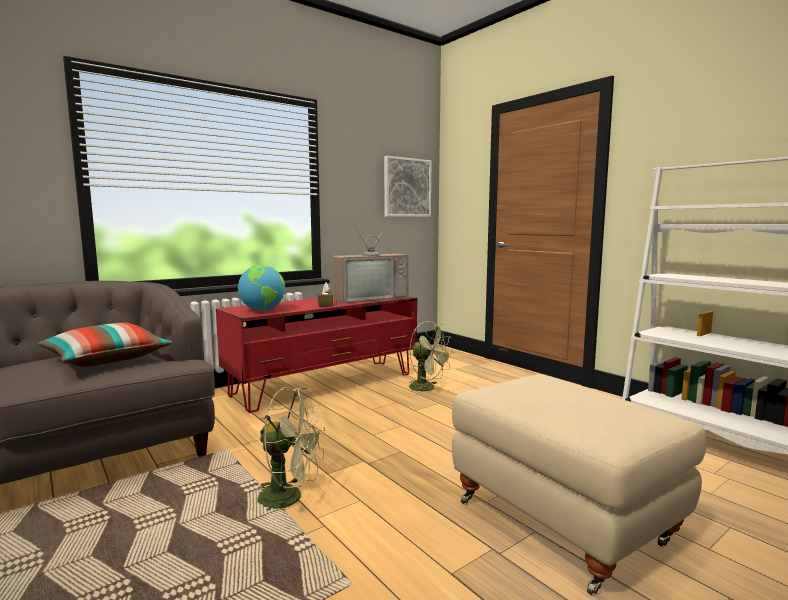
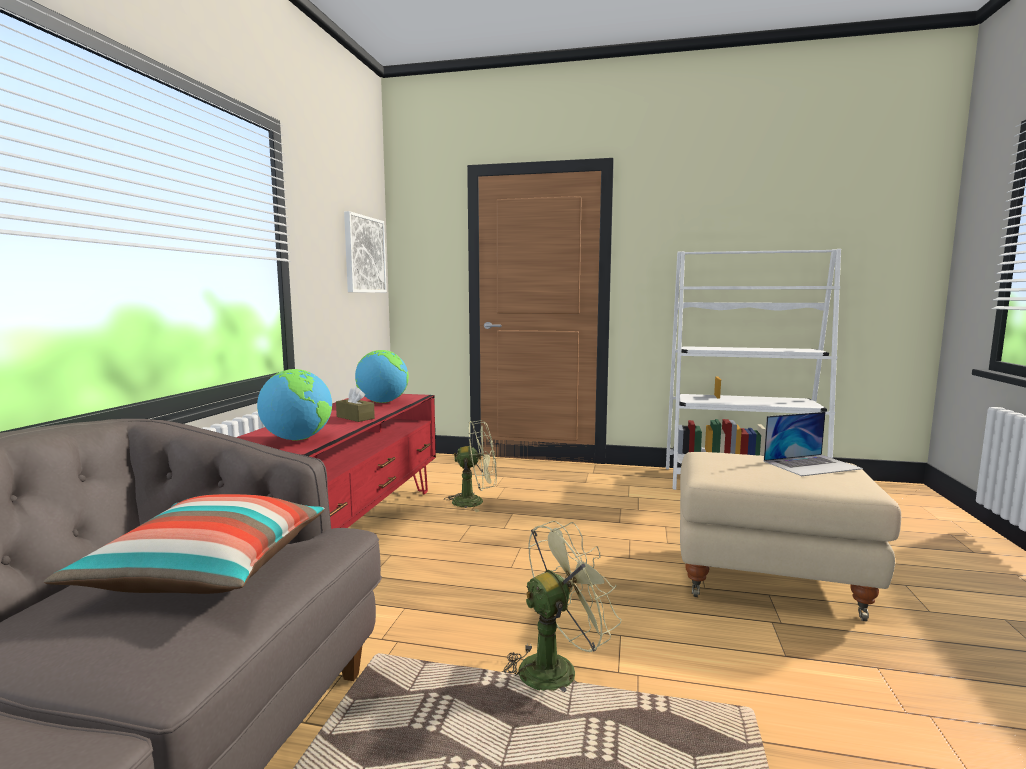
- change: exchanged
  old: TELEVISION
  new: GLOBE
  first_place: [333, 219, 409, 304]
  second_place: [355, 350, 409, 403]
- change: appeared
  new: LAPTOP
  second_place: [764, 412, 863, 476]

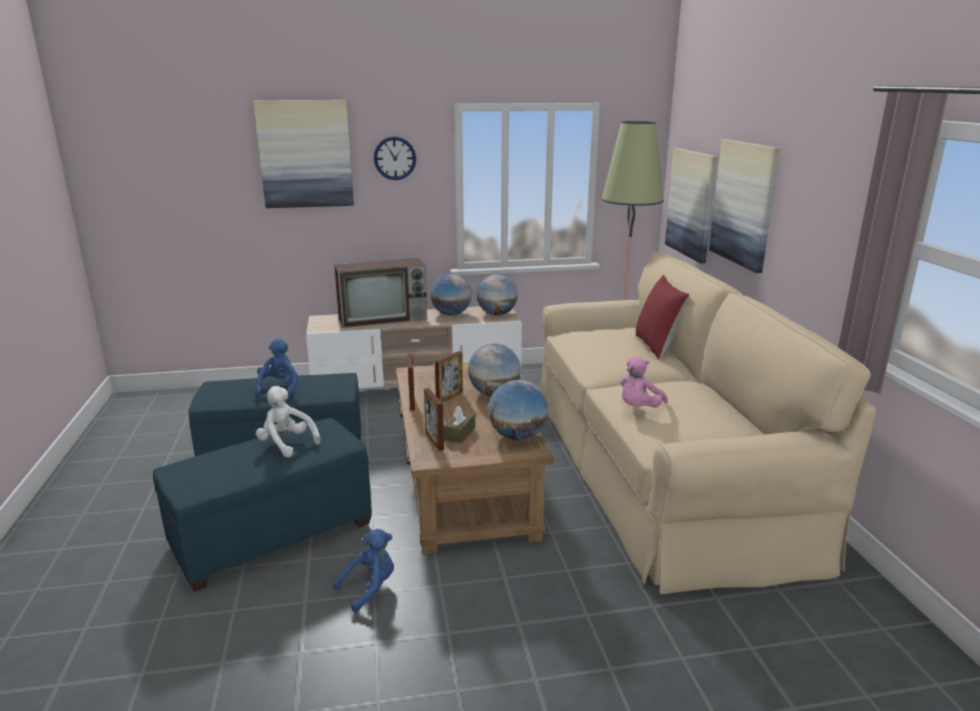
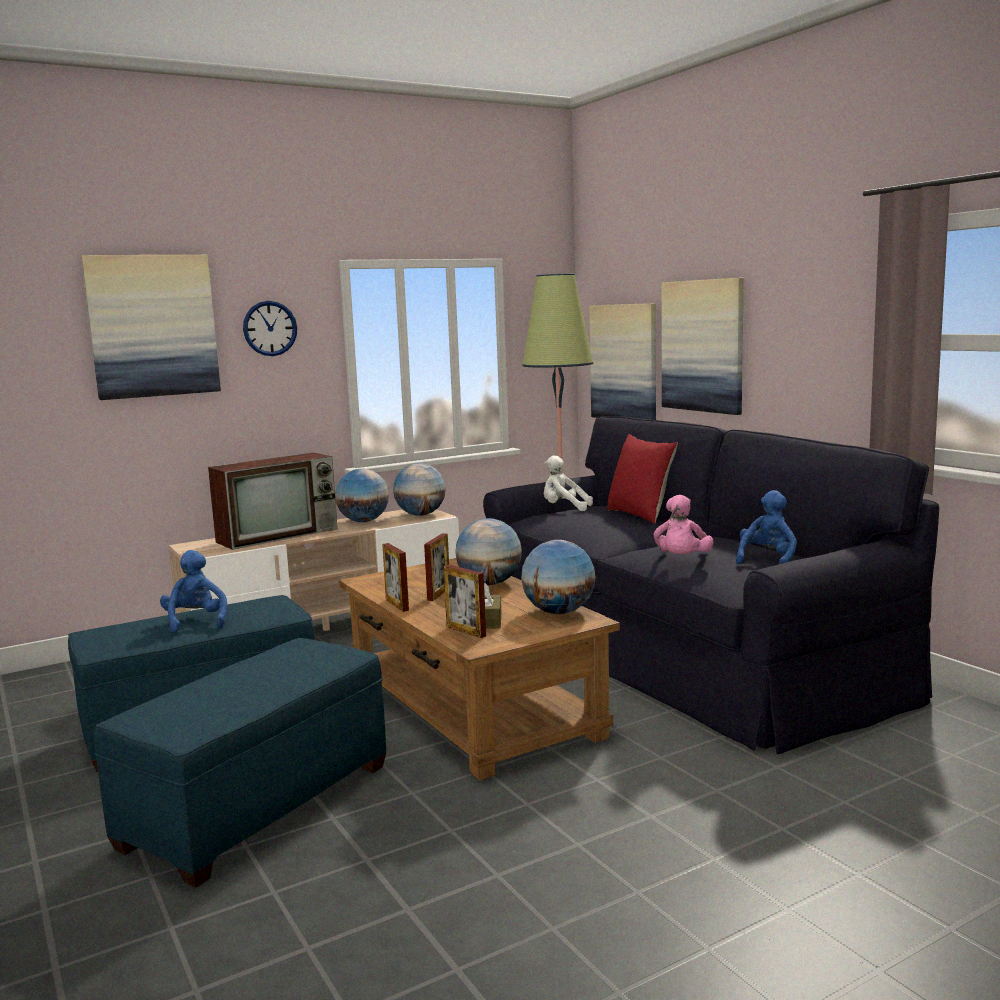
- change: relocated
  old: WHITE PLUSH TOY
  first_place: [256, 386, 320, 457]
  second_place: [544, 455, 593, 511]
- change: relocated
  old: BLUE PLUSH TOY
  first_place: [333, 529, 394, 612]
  second_place: [736, 490, 797, 564]
- change: colour
  old: BEIGE SOFA
  new: BLACK SOFA
  first_place: [539, 251, 876, 594]
  second_place: [483, 416, 939, 754]

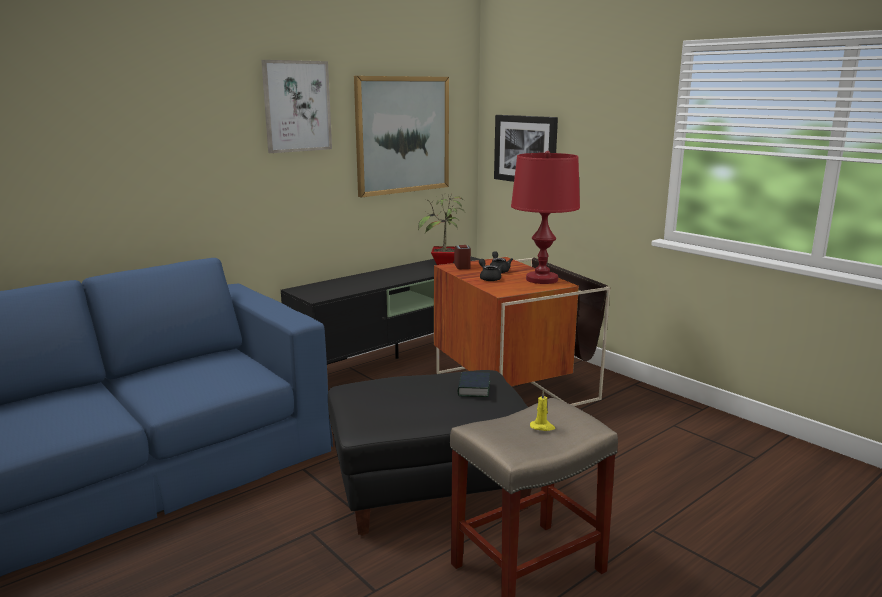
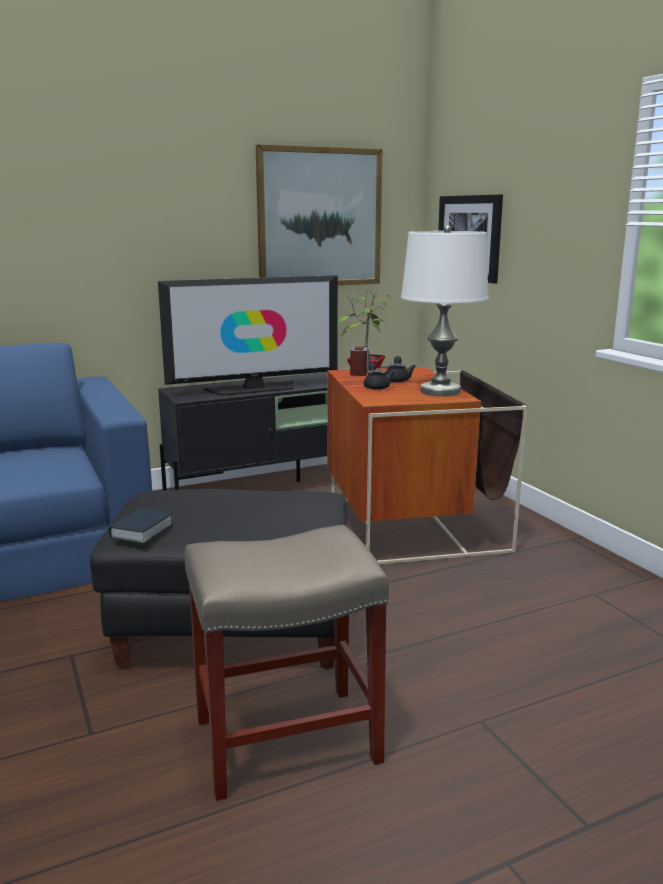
- change: missing
  old: PICTURE
  first_place: [261, 60, 332, 153]
- change: relocated
  old: BOOK
  first_place: [458, 372, 490, 397]
  second_place: [109, 509, 174, 544]
- change: colour
  old: RED TABLE LAMP
  new: WHITE TABLE LAMP
  first_place: [511, 151, 580, 284]
  second_place: [401, 225, 489, 396]
- change: missing
  old: YELLOW CANDLE
  first_place: [530, 390, 555, 431]
- change: appeared
  new: TELEVISION
  second_place: [158, 275, 338, 396]

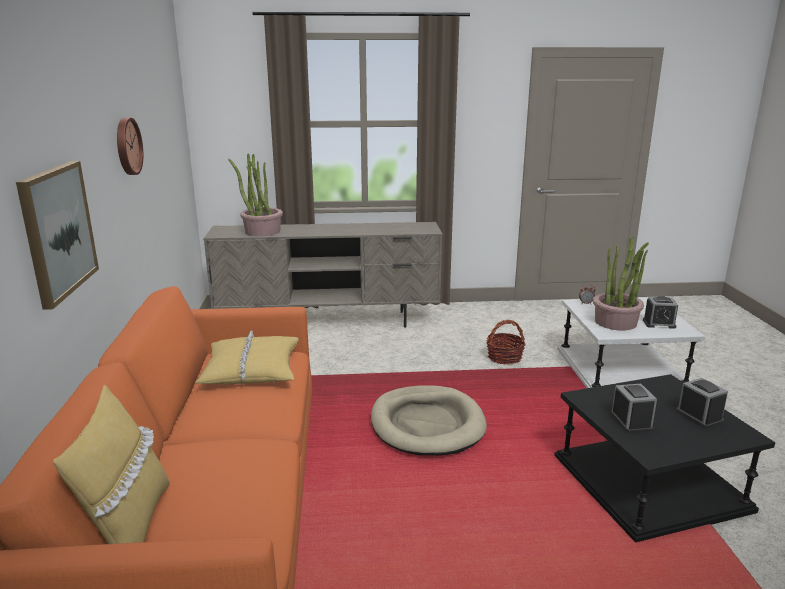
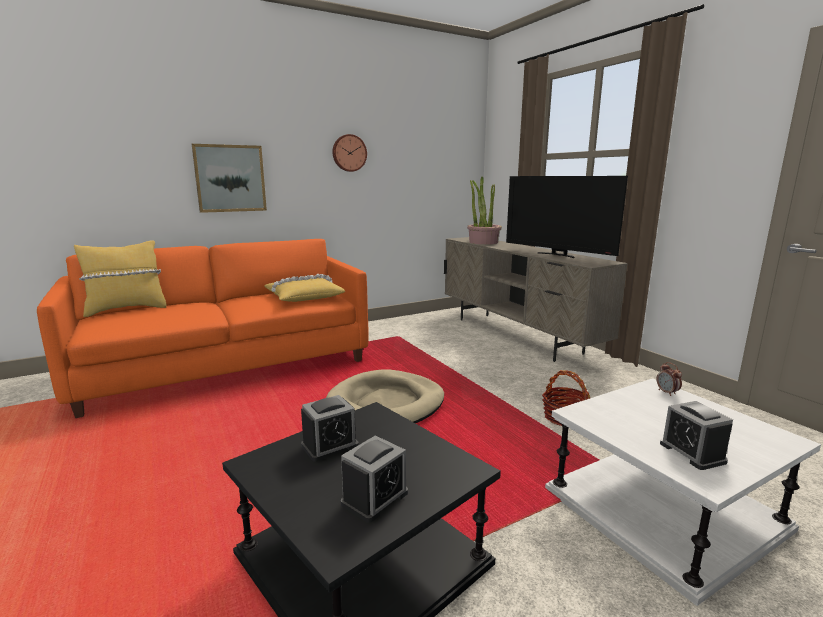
- change: missing
  old: POTTED PLANT
  first_place: [593, 236, 649, 330]
- change: appeared
  new: TELEVISION
  second_place: [506, 176, 628, 258]

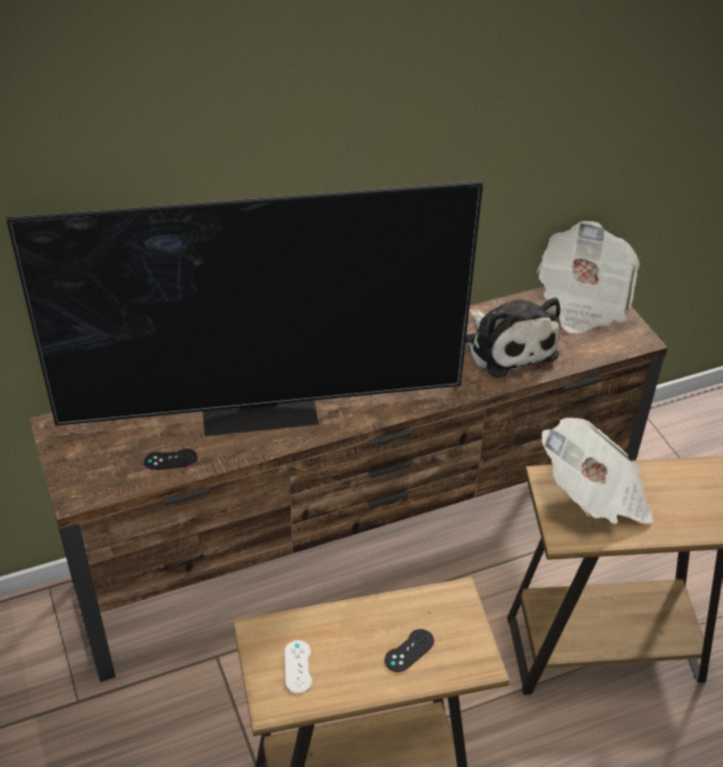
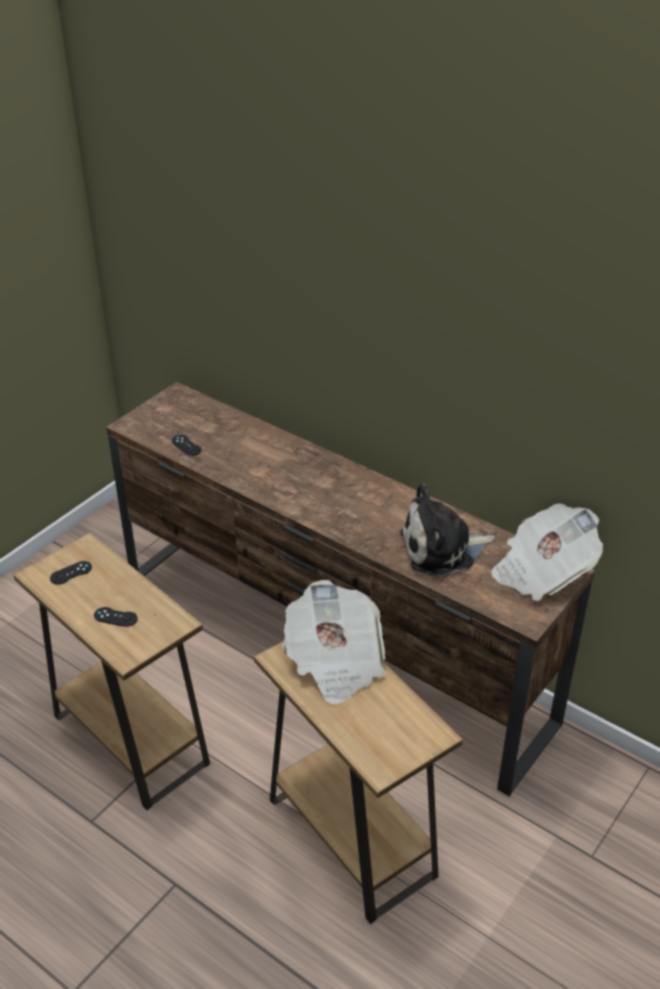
- change: missing
  old: TELEVISION
  first_place: [6, 181, 483, 436]
- change: colour
  old: WHITE GAME CONTROLLER
  new: BLACK GAME CONTROLLER
  first_place: [284, 640, 312, 694]
  second_place: [50, 561, 92, 585]
- change: spun
  old: PLUSH TOY
  first_place: [466, 297, 560, 378]
  second_place: [400, 484, 495, 576]
  degrees: 45

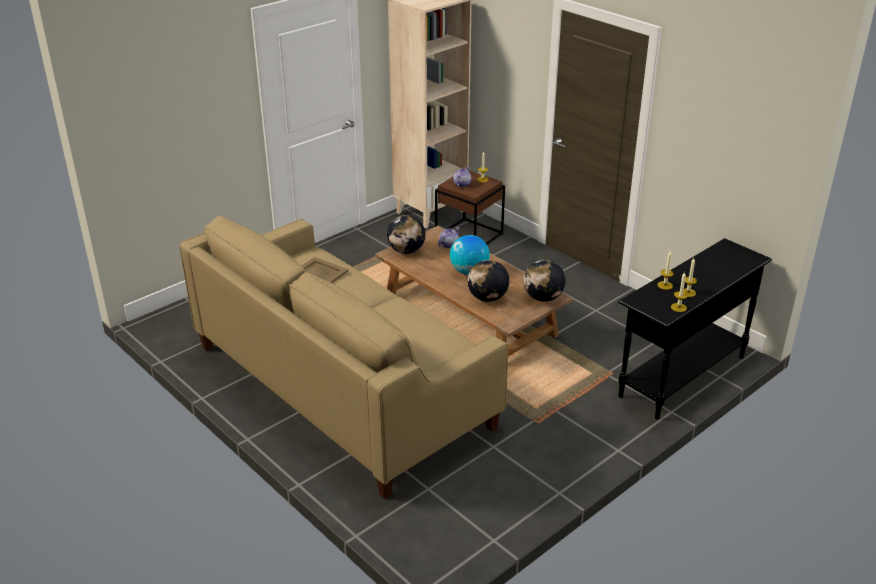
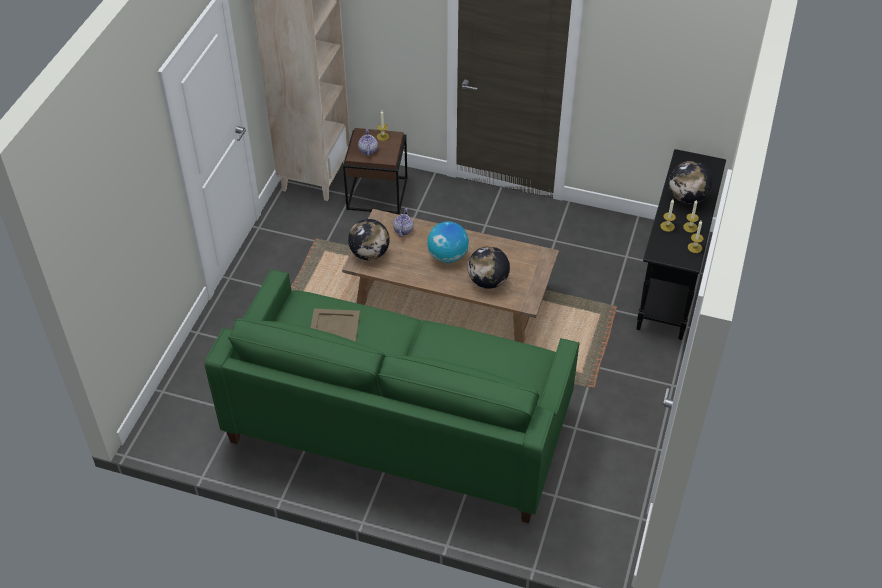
- change: colour
  old: BEIGE SOFA
  new: GREEN SOFA
  first_place: [179, 216, 508, 499]
  second_place: [204, 269, 579, 523]
- change: relocated
  old: GLOBE
  first_place: [523, 260, 566, 302]
  second_place: [669, 161, 713, 204]

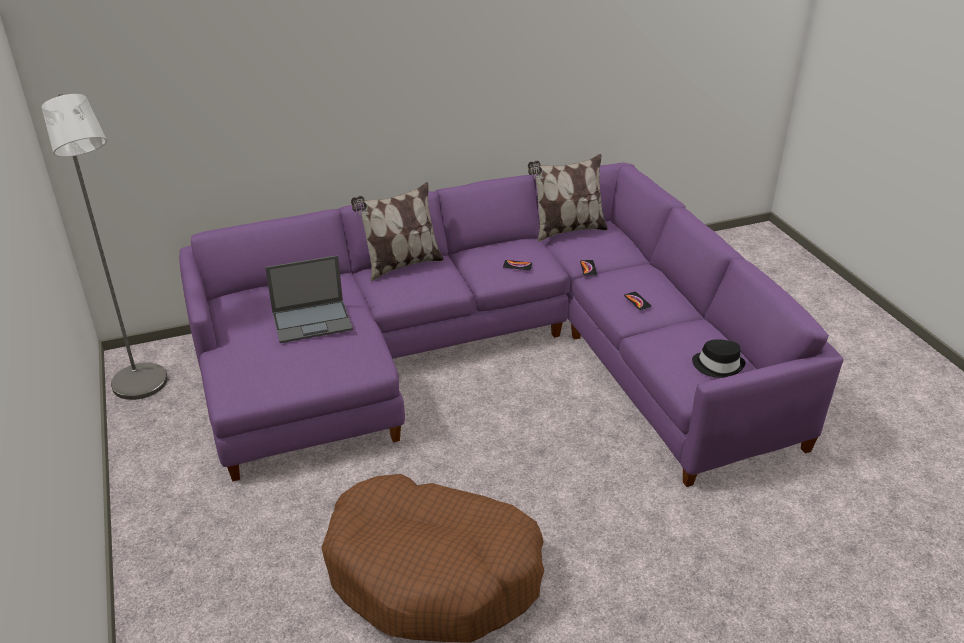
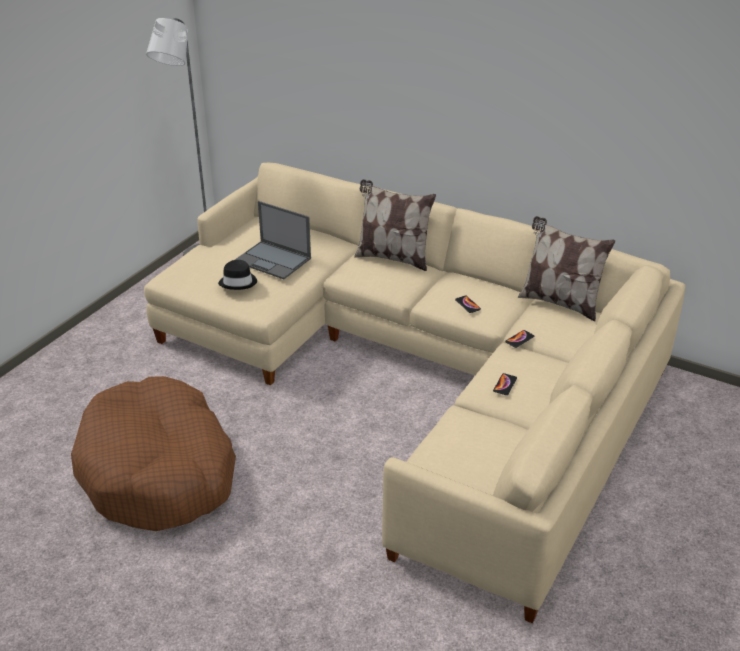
- change: colour
  old: PURPLE SOFA
  new: BEIGE SOFA
  first_place: [179, 162, 844, 487]
  second_place: [144, 163, 686, 624]
- change: relocated
  old: BLACK HAT
  first_place: [692, 339, 746, 378]
  second_place: [218, 260, 257, 290]

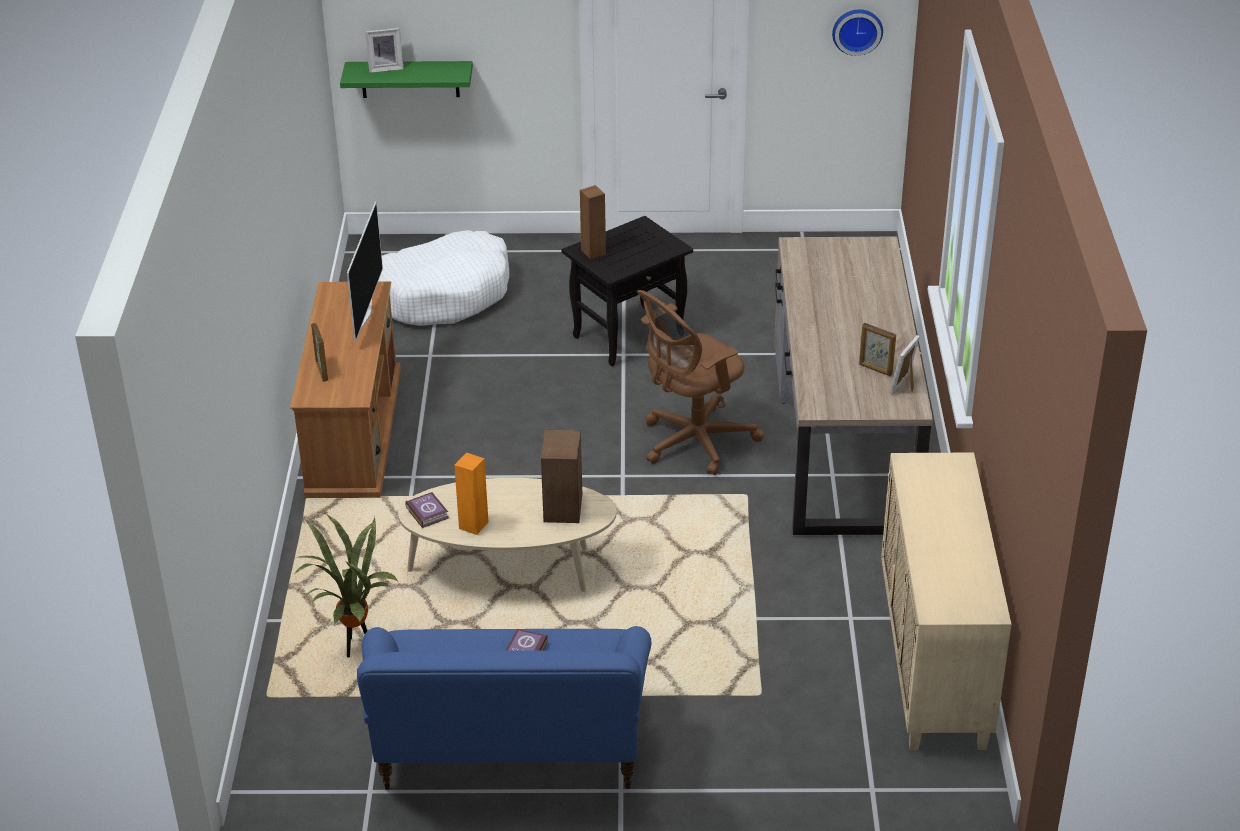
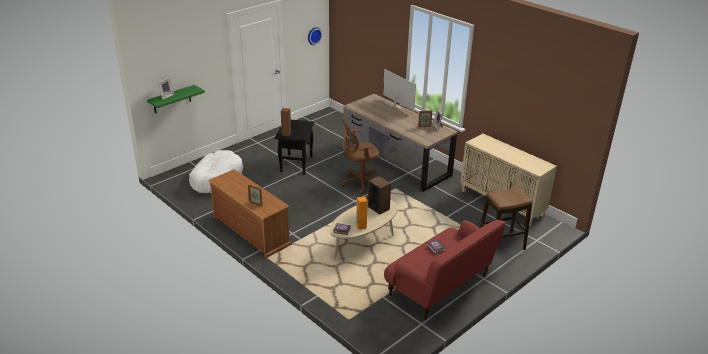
- change: missing
  old: POTTED PLANT
  first_place: [294, 514, 400, 657]
- change: relocated
  old: TELEVISION
  first_place: [347, 201, 383, 342]
  second_place: [383, 69, 416, 111]
- change: colour
  old: BLUE SOFA
  new: RED SOFA
  first_place: [357, 626, 651, 790]
  second_place: [384, 220, 506, 320]
- change: spun
  old: BROWN OFFICE CHAIR
  first_place: [637, 290, 765, 475]
  second_place: [340, 119, 379, 194]
  degrees: 60
- change: appeared
  new: STOOL
  second_place: [480, 187, 532, 250]

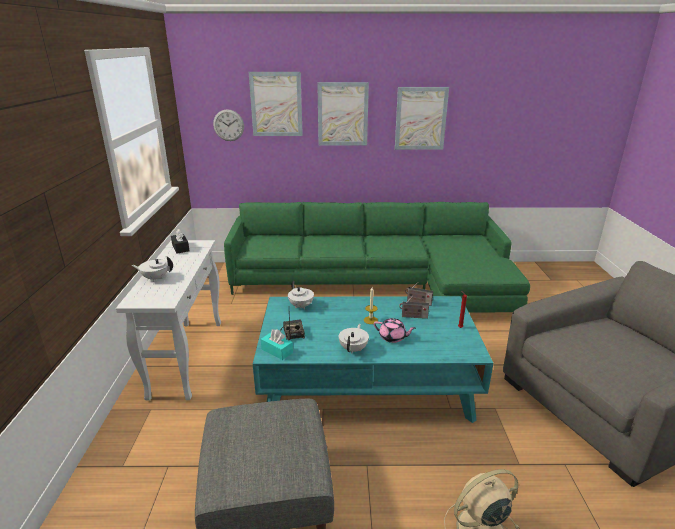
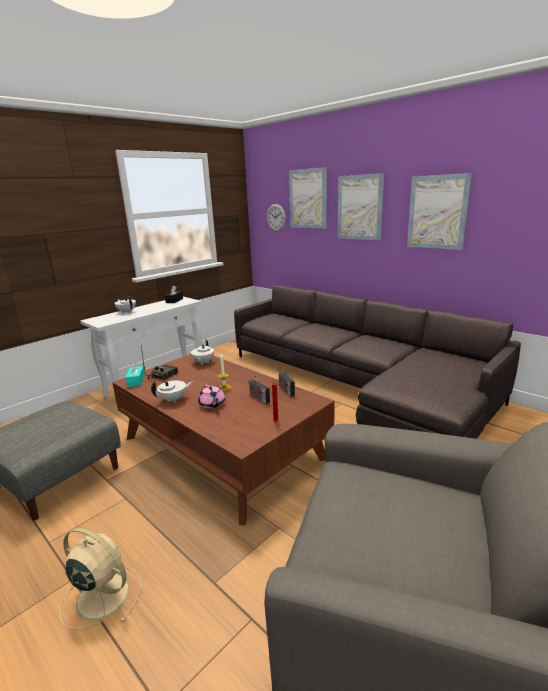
- change: colour
  old: GREEN SOFA
  new: GREY SOFA
  first_place: [224, 202, 530, 313]
  second_place: [234, 285, 521, 439]
- change: colour
  old: TURQUOISE COFFEE TABLE
  new: BROWN COFFEE TABLE
  first_place: [253, 296, 493, 423]
  second_place: [112, 354, 335, 525]

